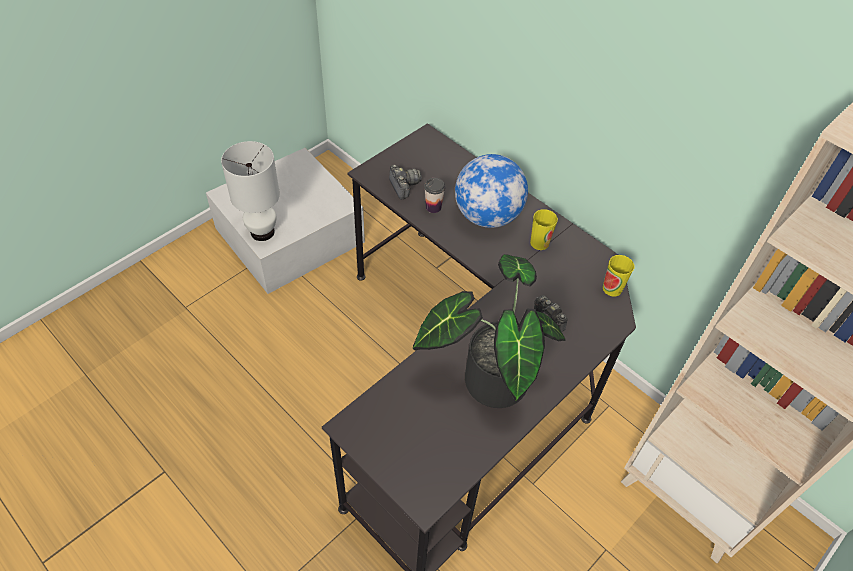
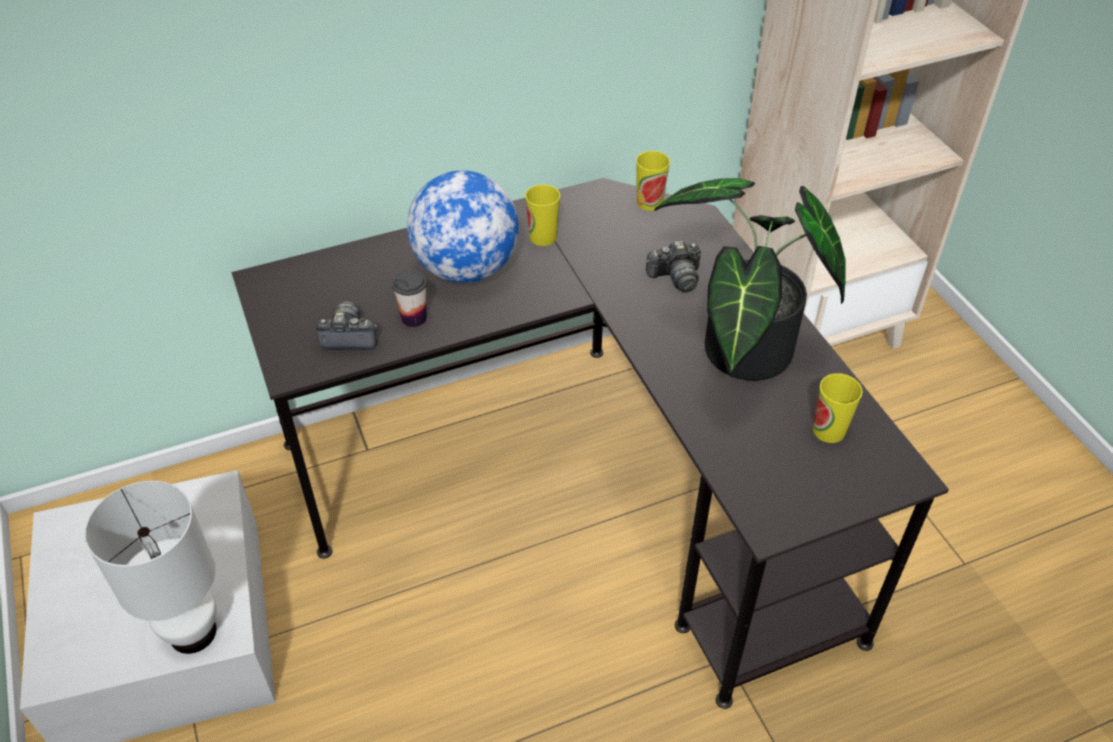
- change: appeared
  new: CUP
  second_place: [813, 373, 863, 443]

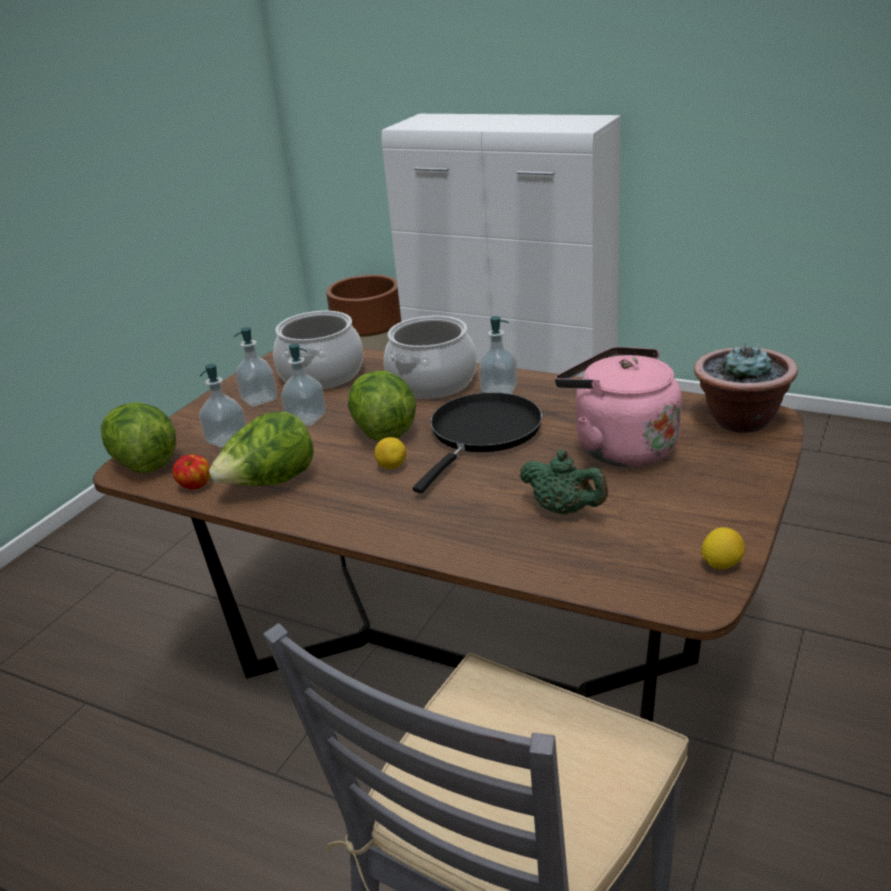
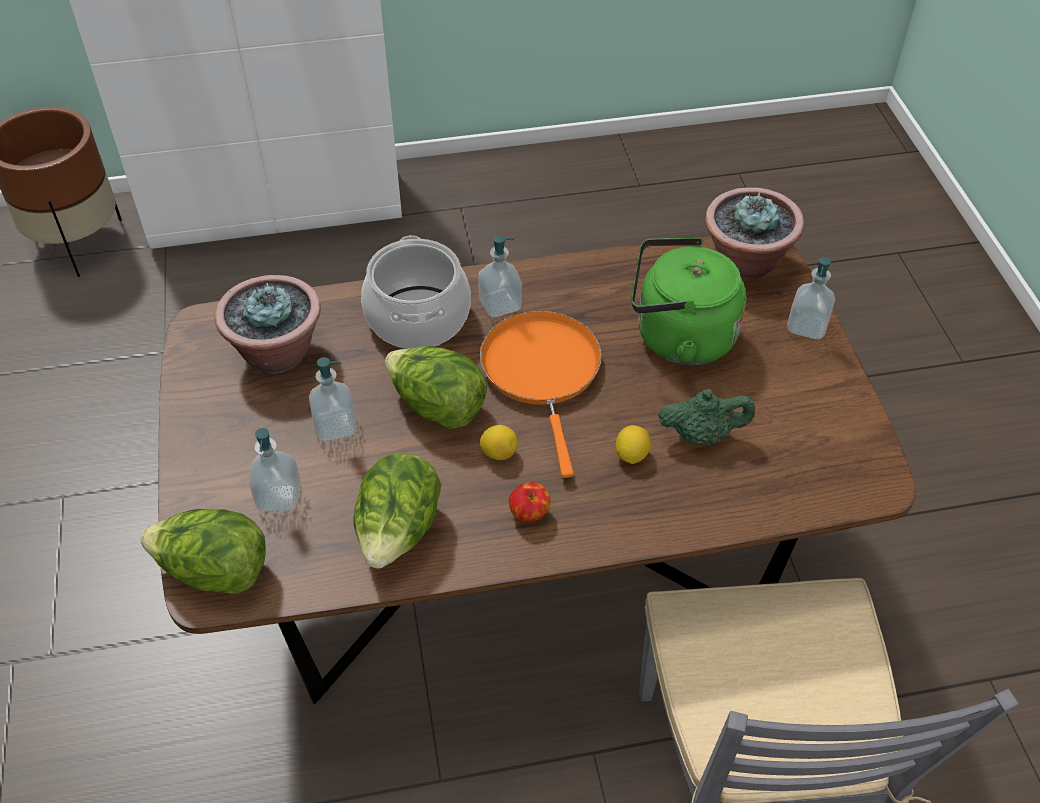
- change: relocated
  old: APPLE
  first_place: [172, 455, 210, 489]
  second_place: [509, 482, 550, 522]
- change: relocated
  old: SOAP DISPENSER
  first_place: [234, 327, 277, 407]
  second_place: [787, 257, 835, 340]
- change: exchanged
  old: COOKING POT
  new: POTTED PLANT
  first_place: [273, 311, 363, 389]
  second_place: [214, 275, 321, 374]
- change: colour
  old: BLACK FRYING PAN
  new: ORANGE FRYING PAN
  first_place: [413, 392, 542, 493]
  second_place: [480, 311, 602, 478]
- change: colour
  old: PINK KETTLE
  new: GREEN KETTLE
  first_place: [555, 347, 682, 467]
  second_place: [632, 237, 746, 365]
- change: relocated
  old: LEMON
  first_place: [701, 527, 745, 569]
  second_place: [616, 425, 651, 464]

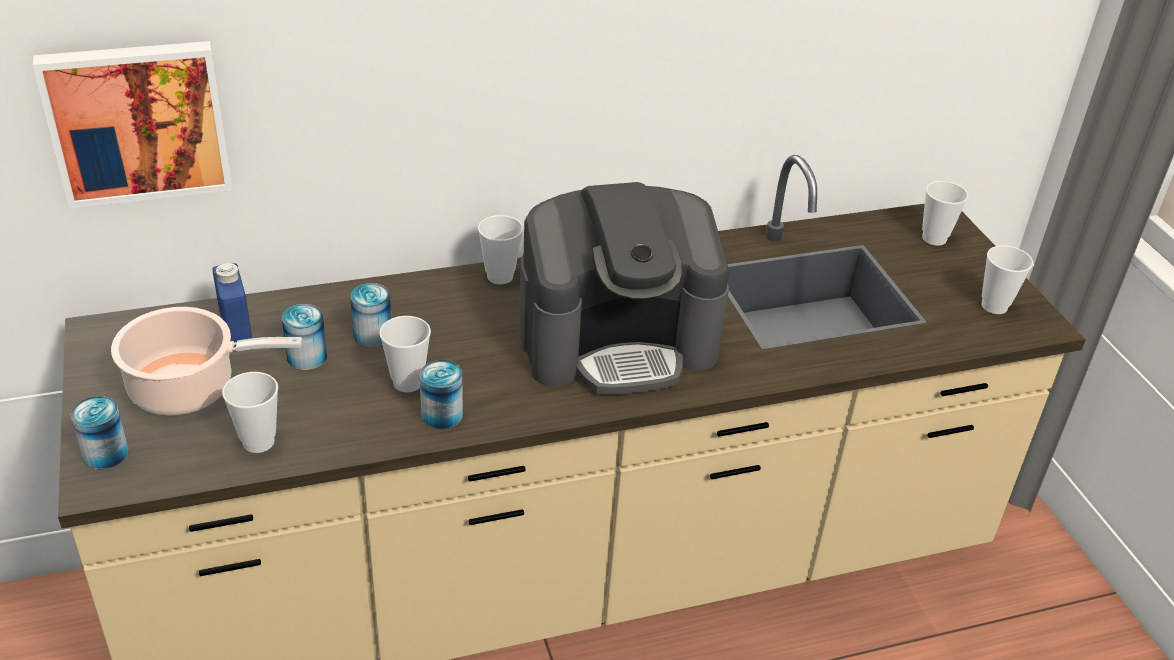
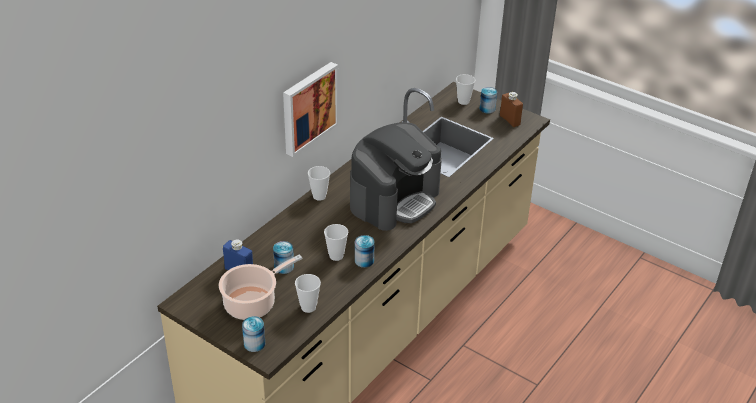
- change: relocated
  old: PICTURE
  first_place: [33, 41, 233, 209]
  second_place: [283, 62, 339, 157]
- change: relocated
  old: CAN
  first_place: [350, 283, 392, 348]
  second_place: [480, 87, 497, 114]
- change: exchanged
  old: CUP
  new: BROWN BOTTLE
  first_place: [982, 245, 1033, 314]
  second_place: [500, 92, 523, 127]

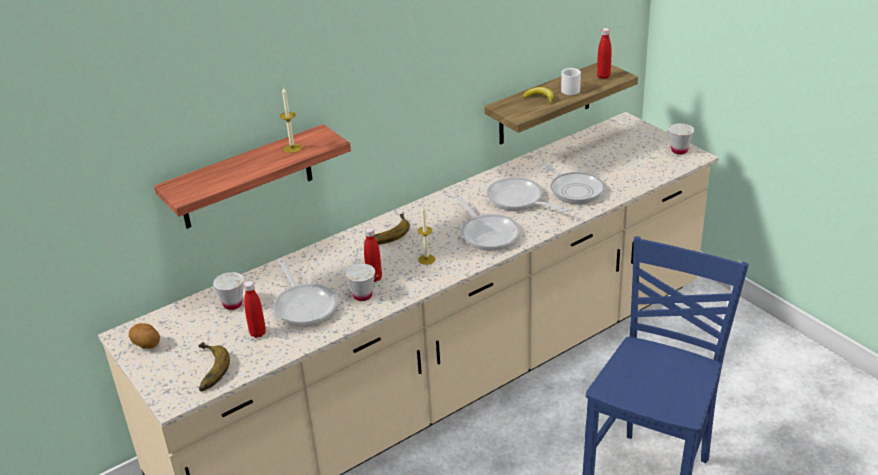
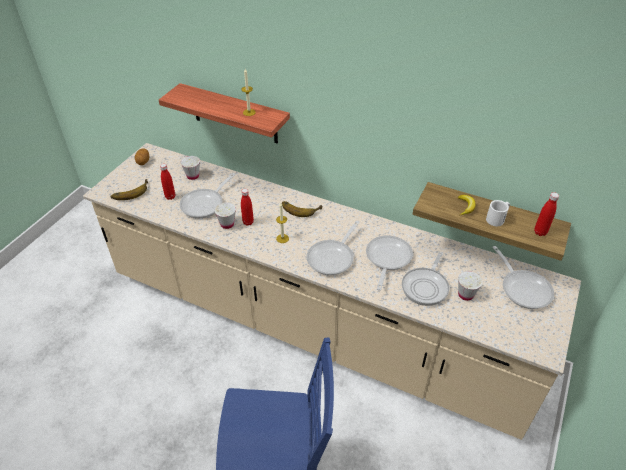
- change: relocated
  old: WHITE CUP
  first_place: [669, 123, 694, 154]
  second_place: [458, 271, 483, 301]
- change: appeared
  new: FRYING PAN
  second_place: [492, 246, 554, 309]

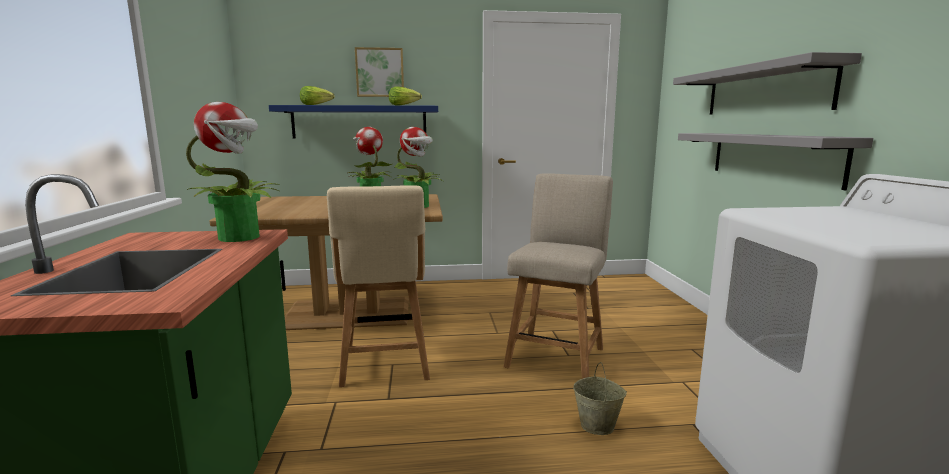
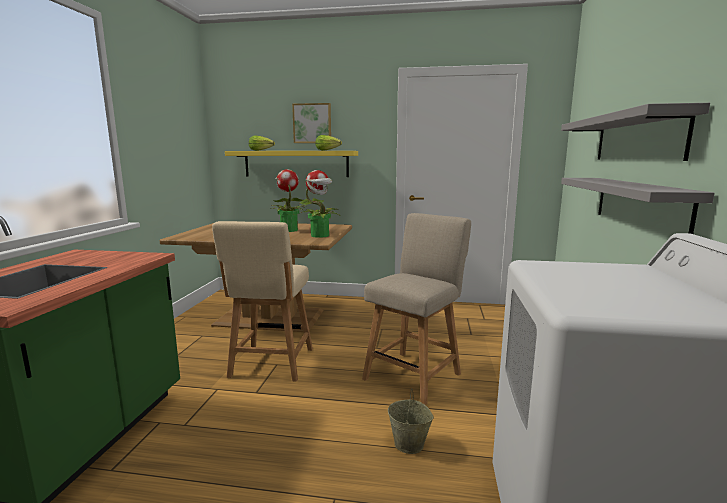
- change: missing
  old: POTTED PLANT
  first_place: [186, 102, 280, 242]
- change: colour
  old: BLUE SHELF
  new: YELLOW SHELF
  first_place: [269, 105, 438, 139]
  second_place: [225, 151, 358, 177]

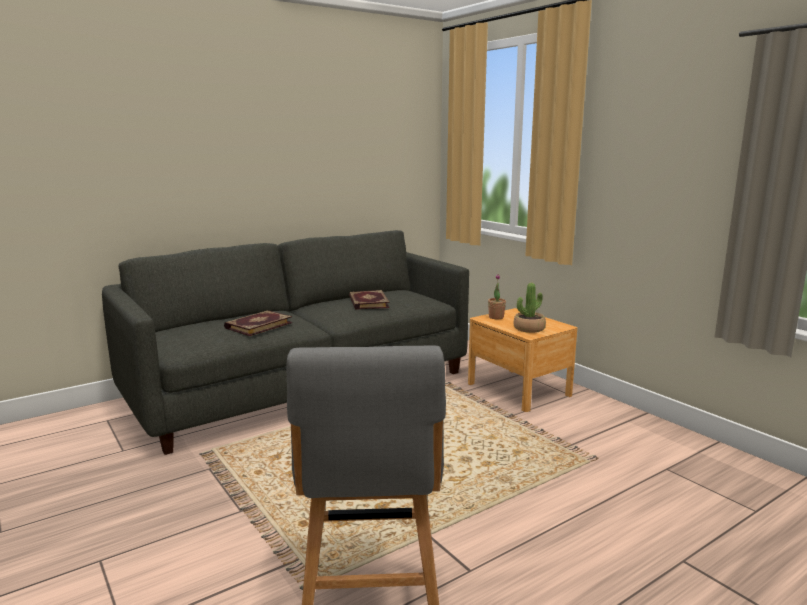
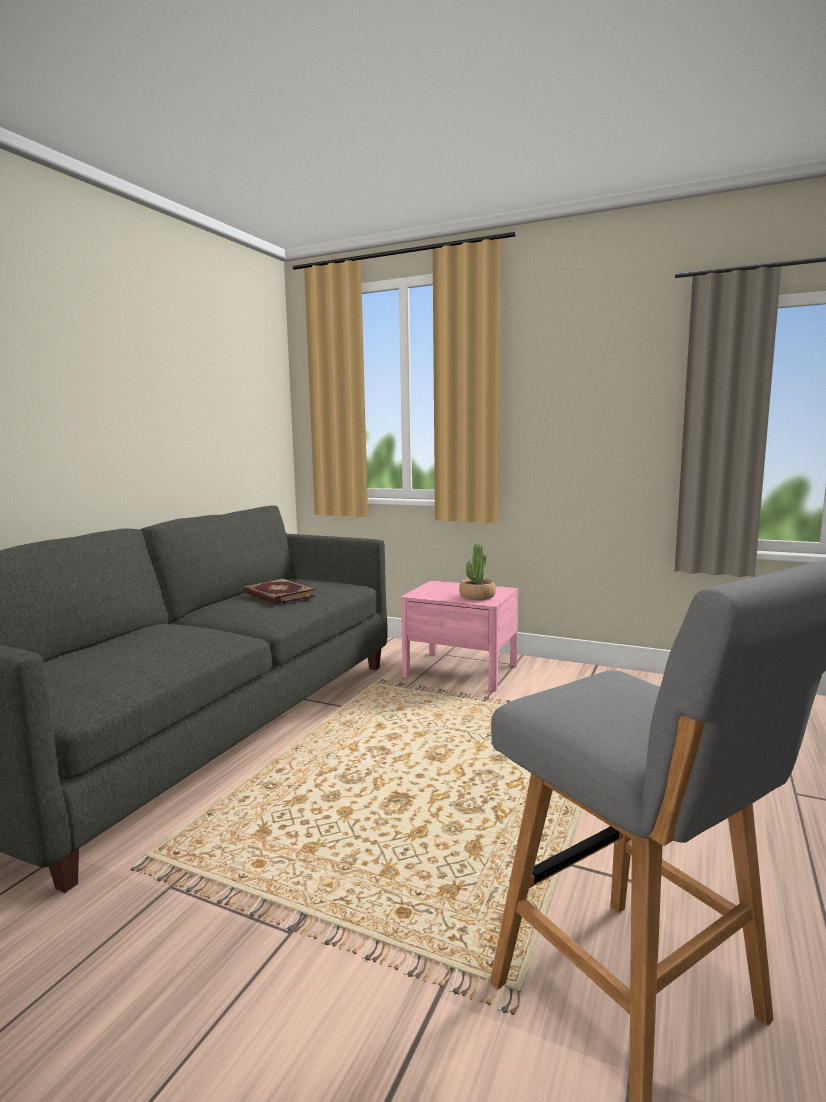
- change: missing
  old: BOOK
  first_place: [224, 310, 292, 336]
- change: colour
  old: BROWN NIGHTSTAND
  new: PINK NIGHTSTAND
  first_place: [468, 308, 577, 412]
  second_place: [401, 581, 518, 692]
- change: missing
  old: POTTED PLANT
  first_place: [488, 274, 506, 319]

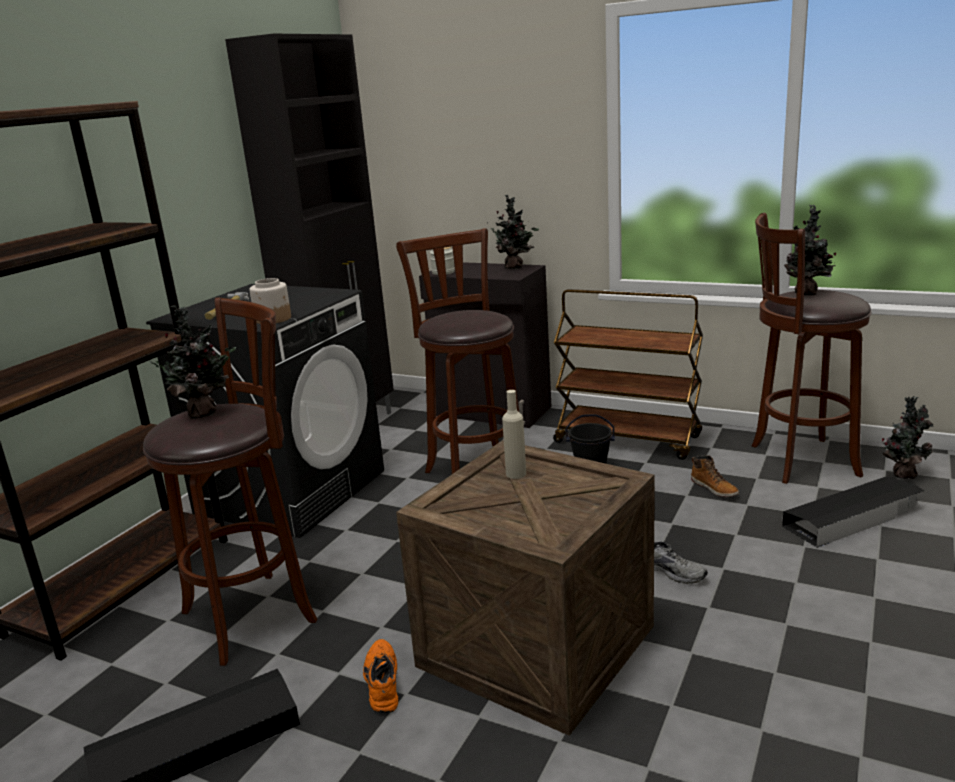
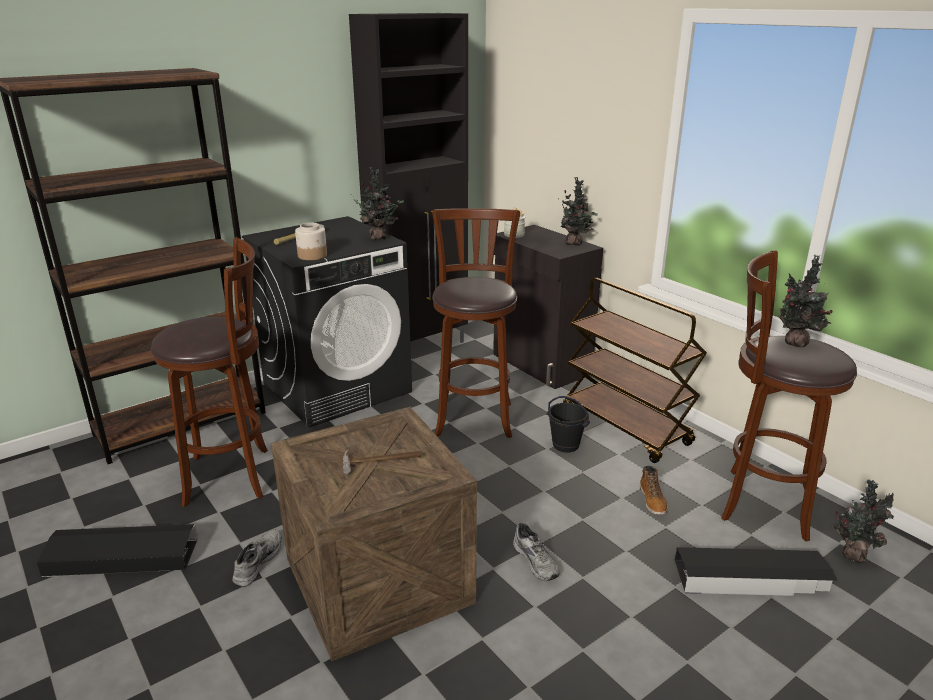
- change: relocated
  old: POTTED PLANT
  first_place: [146, 305, 236, 419]
  second_place: [354, 167, 404, 240]
- change: colour
  old: ORANGE SHOE
  new: GREY SHOE
  first_place: [363, 639, 398, 713]
  second_place: [232, 529, 282, 587]
- change: missing
  old: BEIGE BOTTLE
  first_place: [502, 390, 526, 479]
- change: appeared
  new: HAMMER
  second_place: [342, 449, 422, 474]

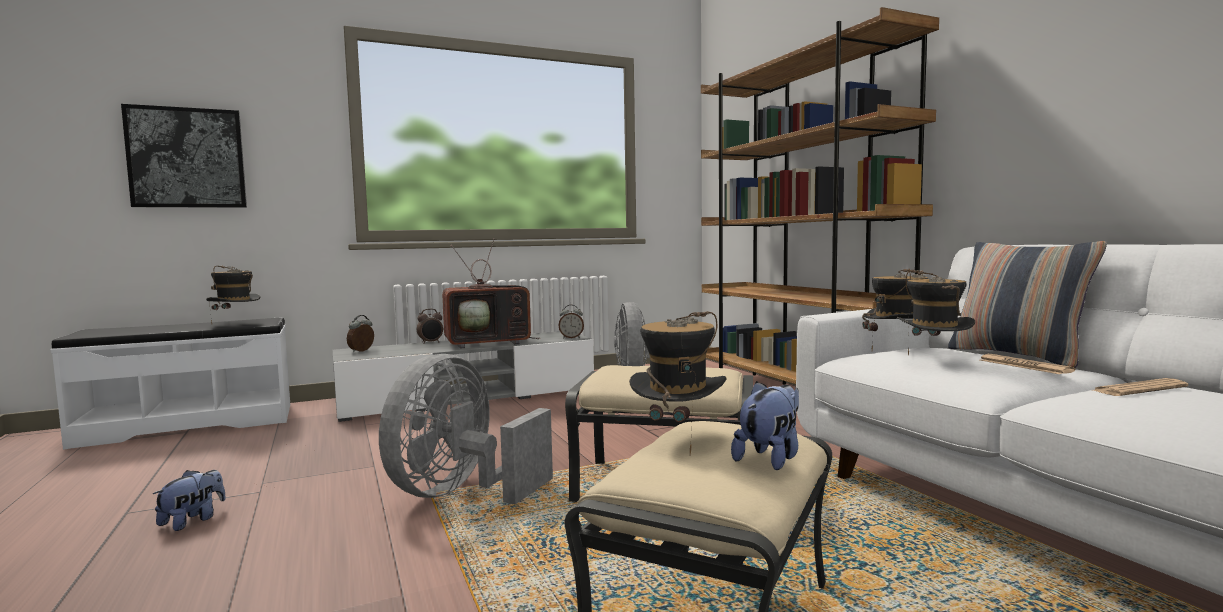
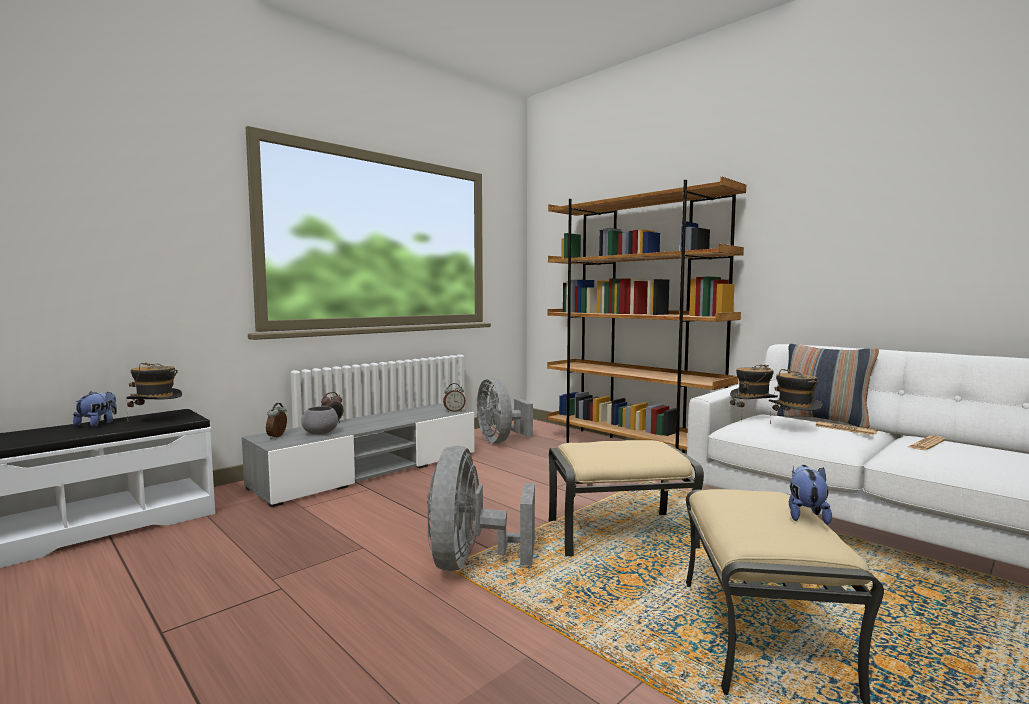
- change: missing
  old: PICTURE
  first_place: [121, 104, 247, 208]
- change: relocated
  old: PLUSH TOY
  first_place: [153, 470, 226, 531]
  second_place: [73, 391, 117, 427]
- change: missing
  old: TELEVISION
  first_place: [442, 238, 541, 349]
- change: missing
  old: HAT
  first_place: [629, 311, 727, 455]
- change: appeared
  new: GREY BOWL
  second_place: [301, 406, 338, 435]

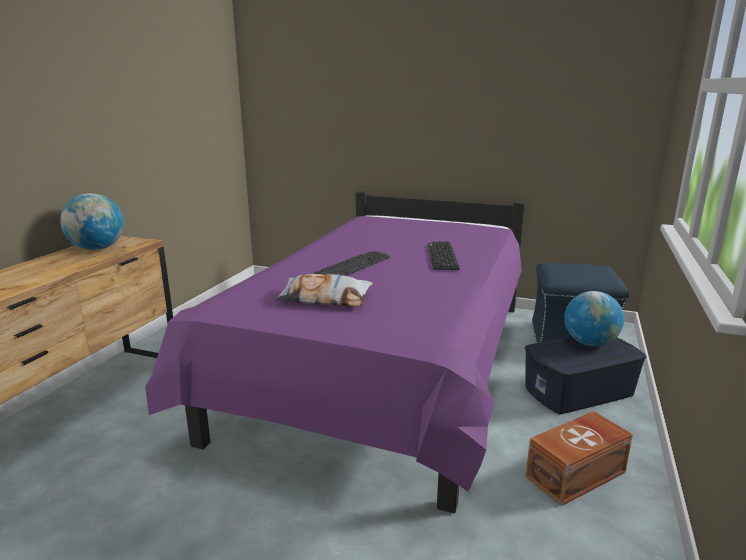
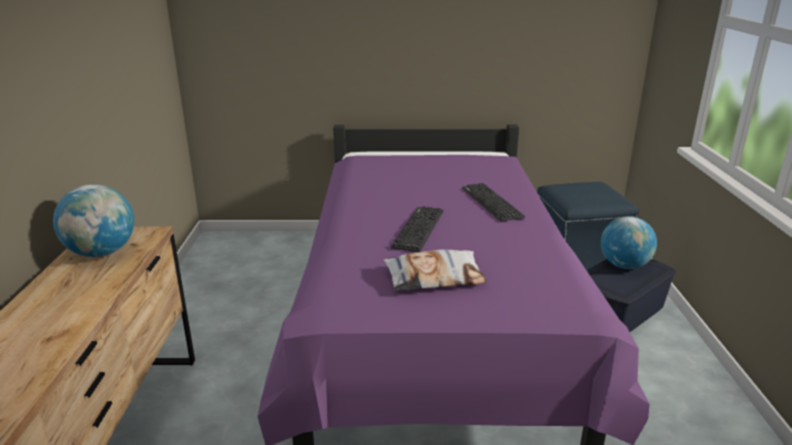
- change: missing
  old: BROWN STORAGE BOX
  first_place: [526, 411, 633, 506]

